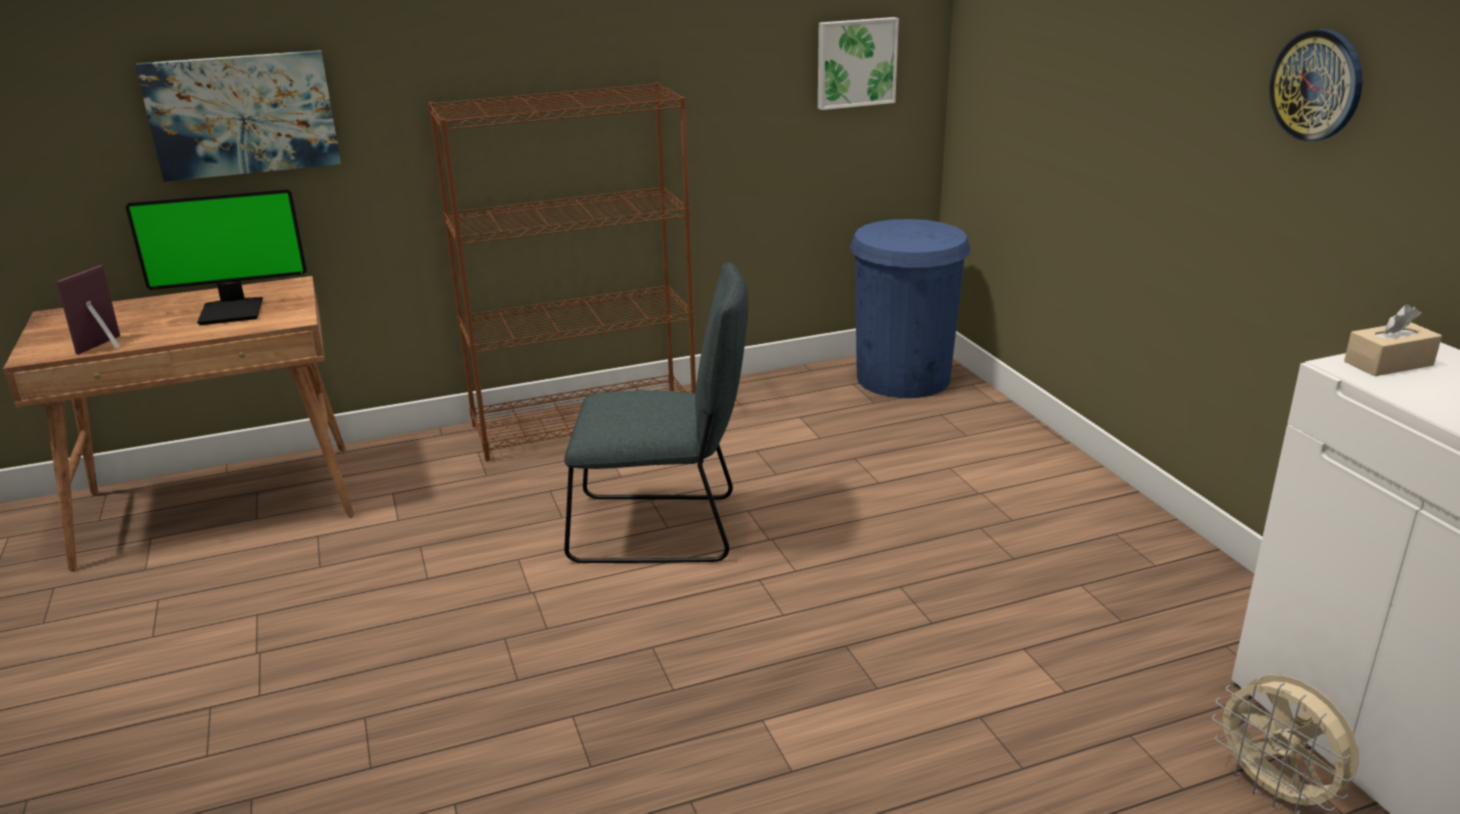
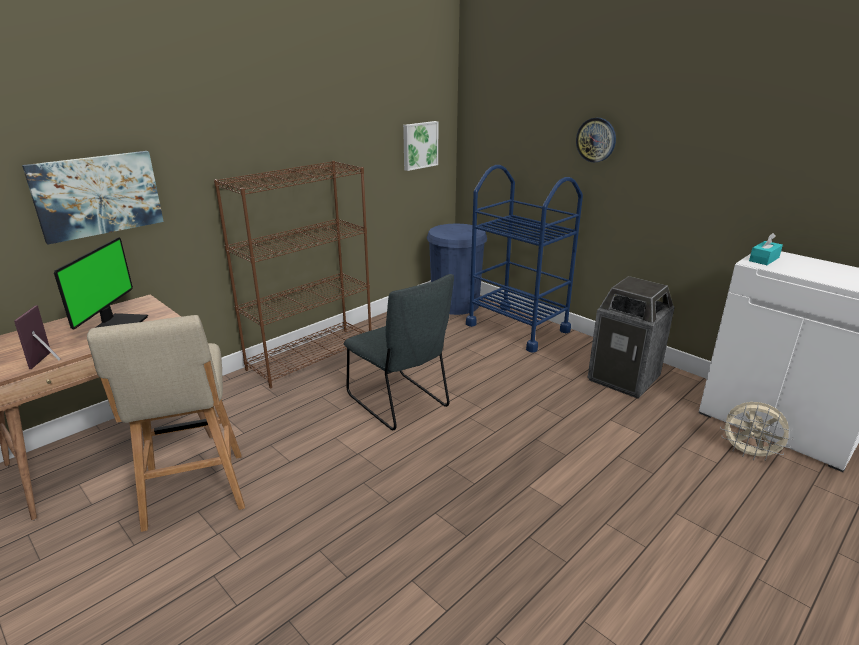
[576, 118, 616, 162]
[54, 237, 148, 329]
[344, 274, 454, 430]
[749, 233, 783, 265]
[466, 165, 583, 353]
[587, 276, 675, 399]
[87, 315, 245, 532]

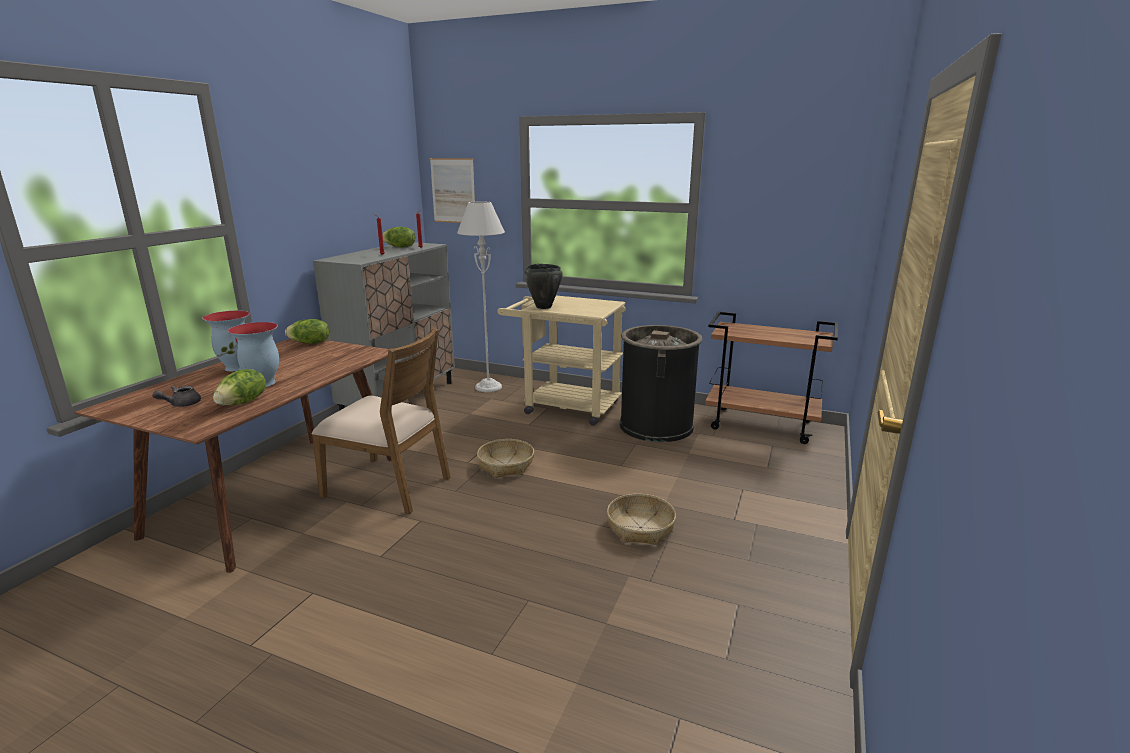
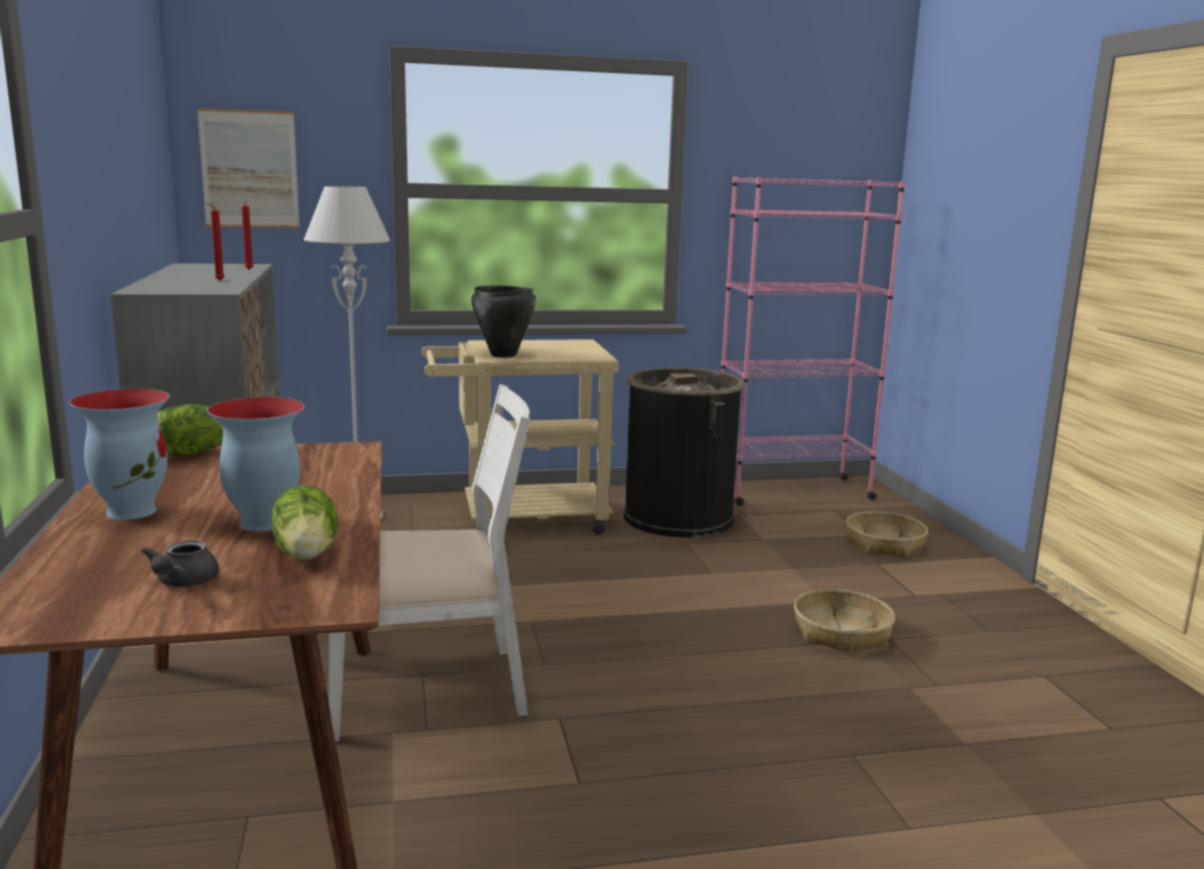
[382, 227, 415, 247] (first image)
[721, 176, 905, 506]
[329, 384, 530, 742]
[846, 511, 928, 558]

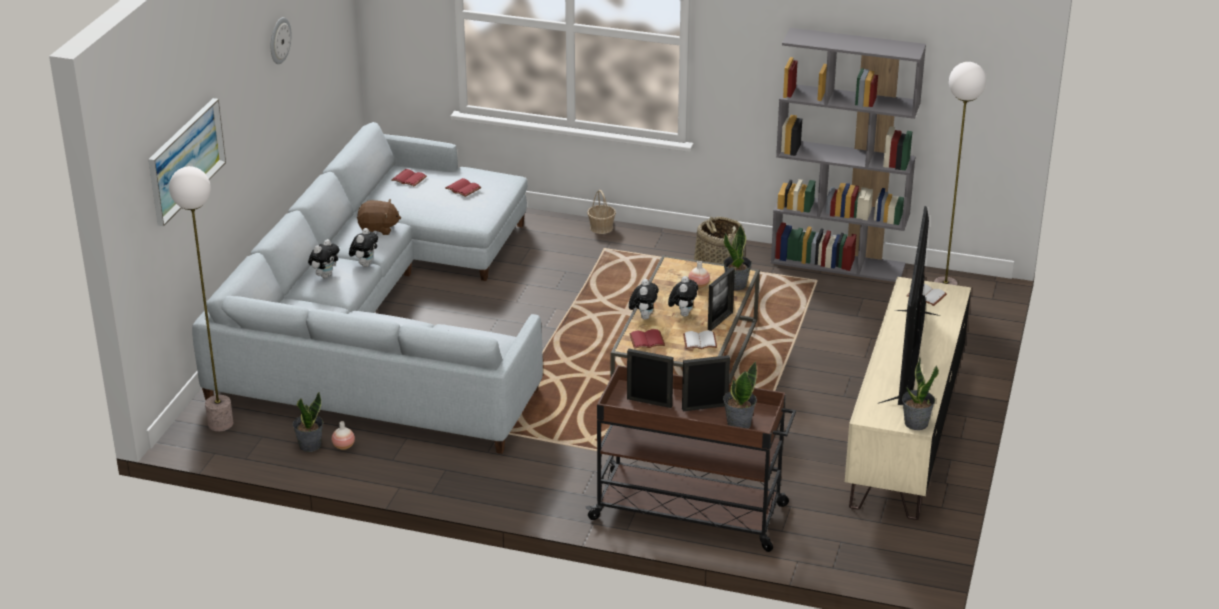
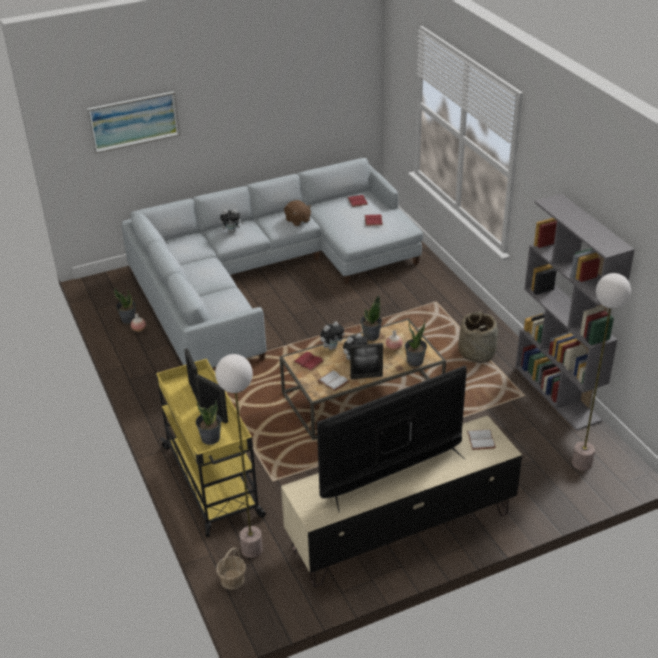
[271, 17, 292, 64] (first image)
[215, 354, 263, 558]
[216, 548, 246, 590]
[349, 228, 378, 267] (first image)
[360, 295, 382, 341]
[156, 359, 266, 537]

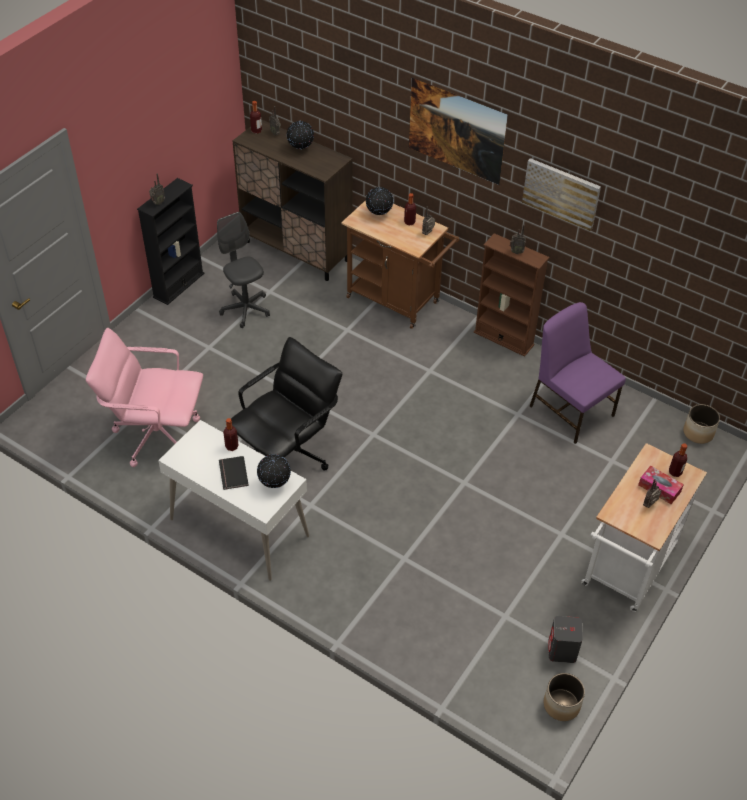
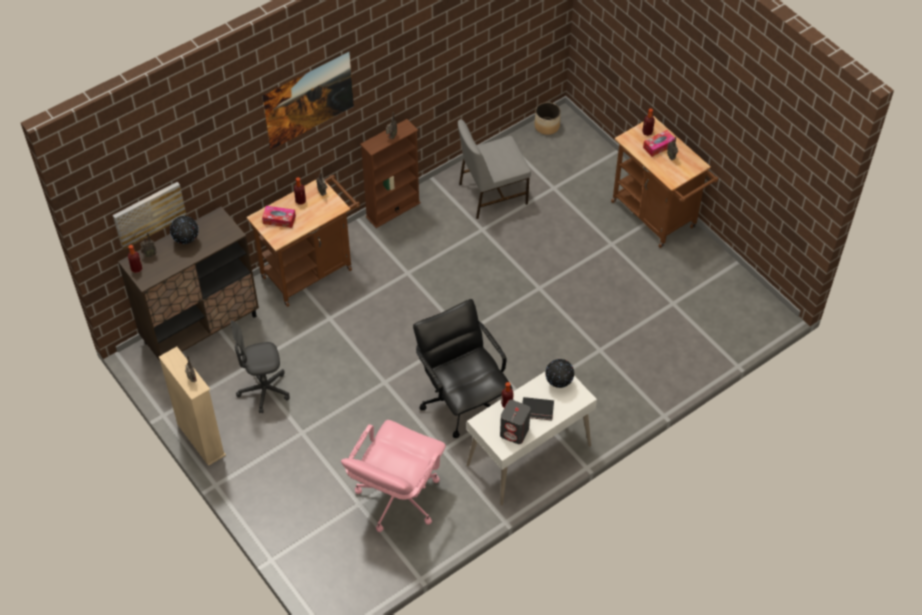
[113, 182, 187, 249]
[159, 347, 226, 466]
[262, 206, 296, 228]
[458, 119, 531, 219]
[611, 116, 718, 248]
[500, 400, 531, 444]
[544, 673, 585, 721] (first image)

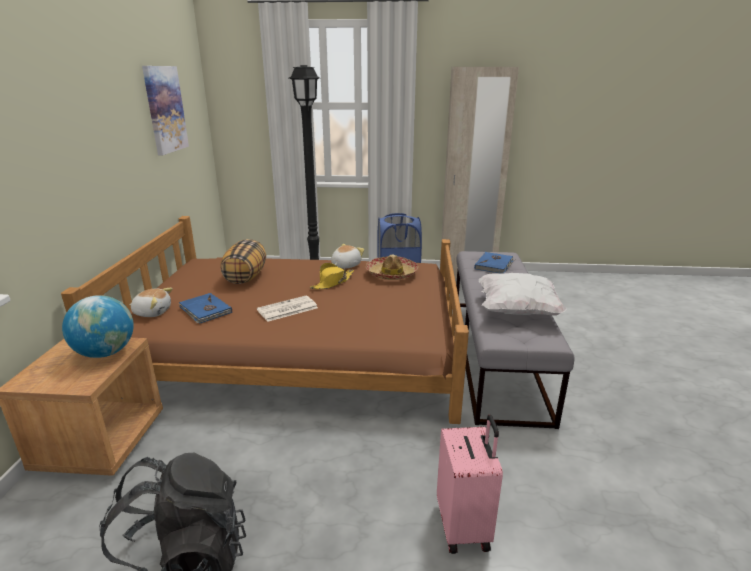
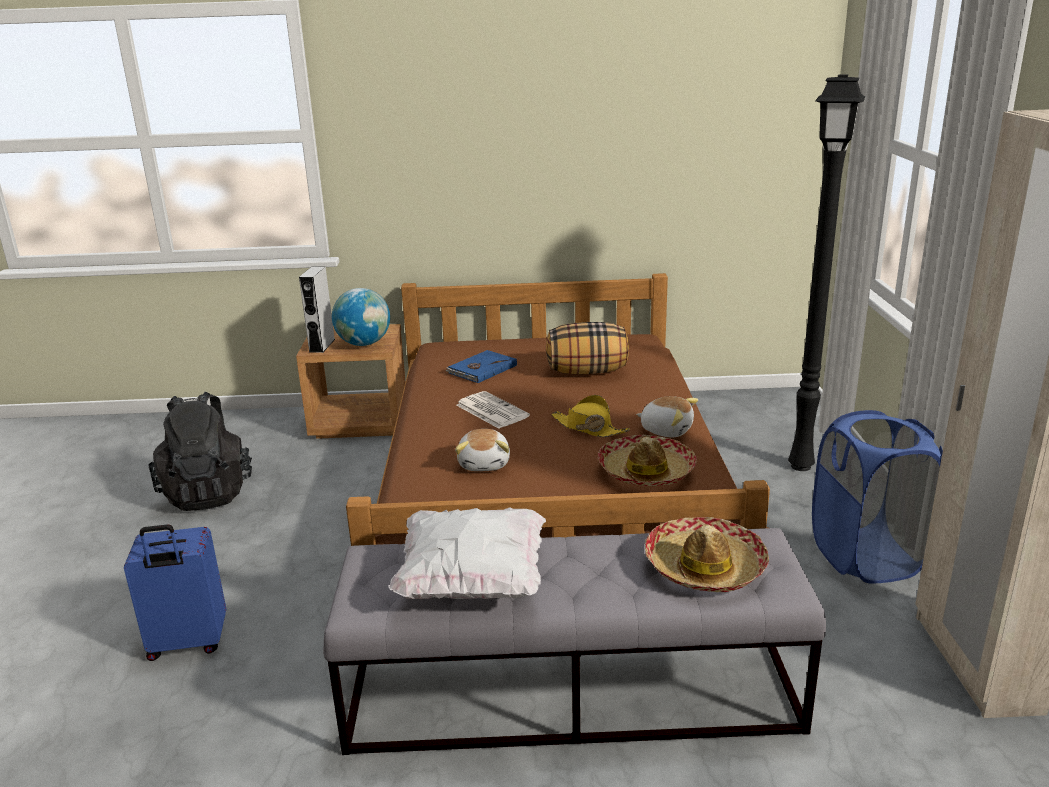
[142, 66, 189, 155] (first image)
[645, 517, 769, 592]
[455, 429, 510, 471]
[124, 524, 226, 661]
[299, 267, 335, 353]

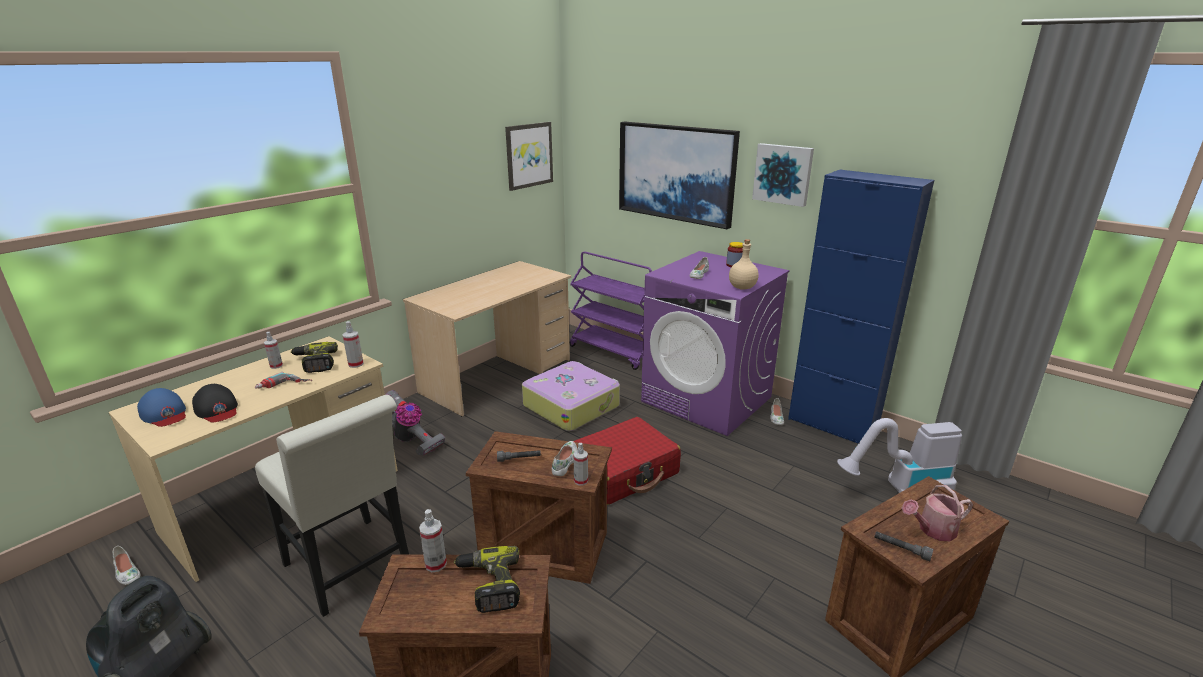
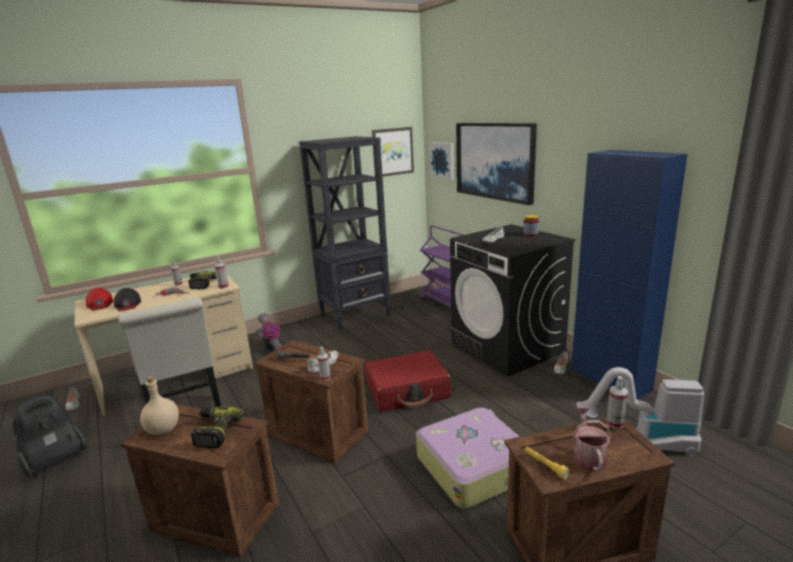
[429, 142, 454, 180]
[140, 376, 179, 435]
[450, 224, 576, 377]
[299, 136, 391, 331]
[416, 408, 520, 509]
[86, 288, 113, 311]
[573, 408, 611, 472]
[606, 376, 628, 429]
[524, 447, 570, 479]

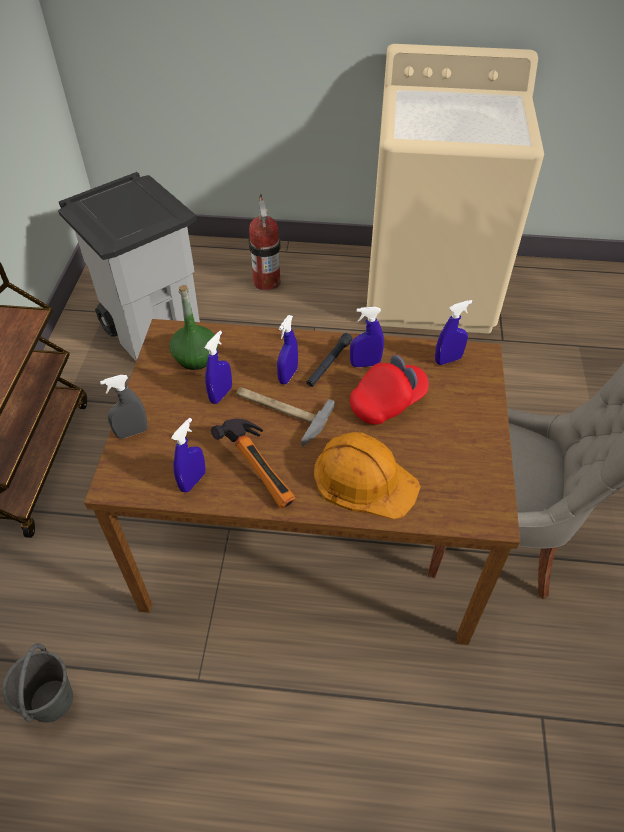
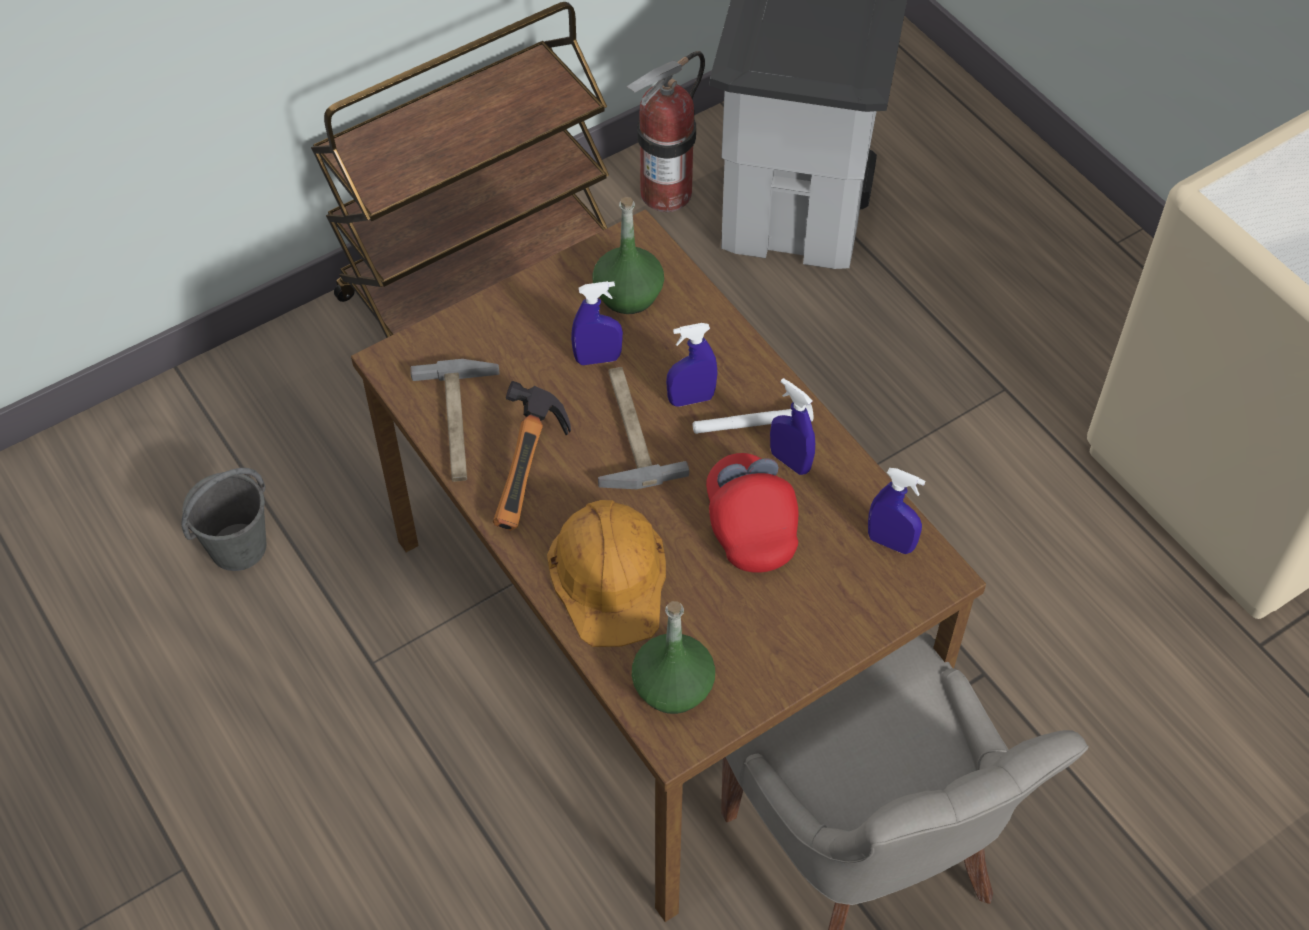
[627, 51, 705, 212]
[693, 404, 813, 434]
[706, 453, 798, 573]
[100, 375, 147, 439] (first image)
[410, 359, 500, 482]
[632, 601, 715, 714]

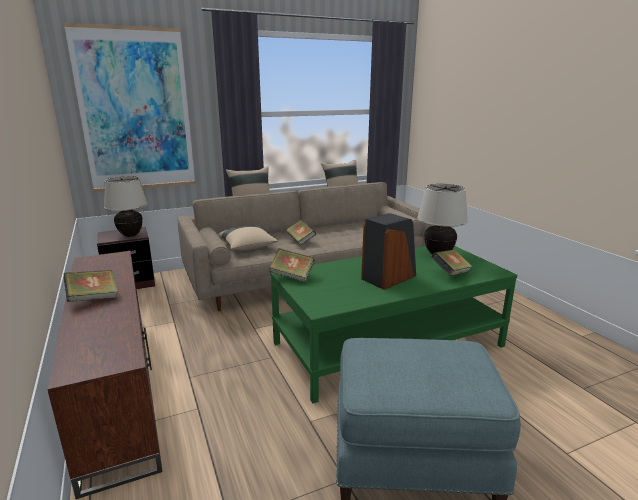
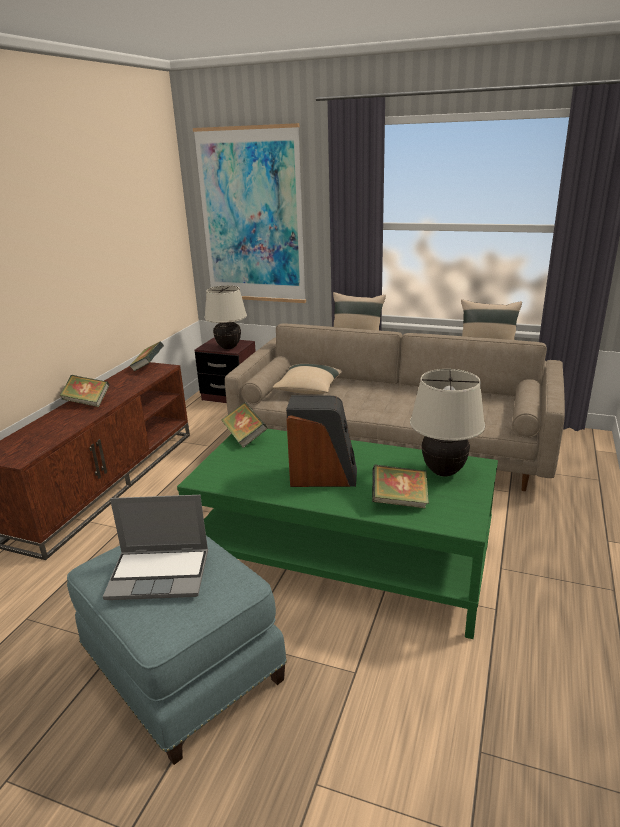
[129, 342, 164, 372]
[103, 495, 208, 600]

